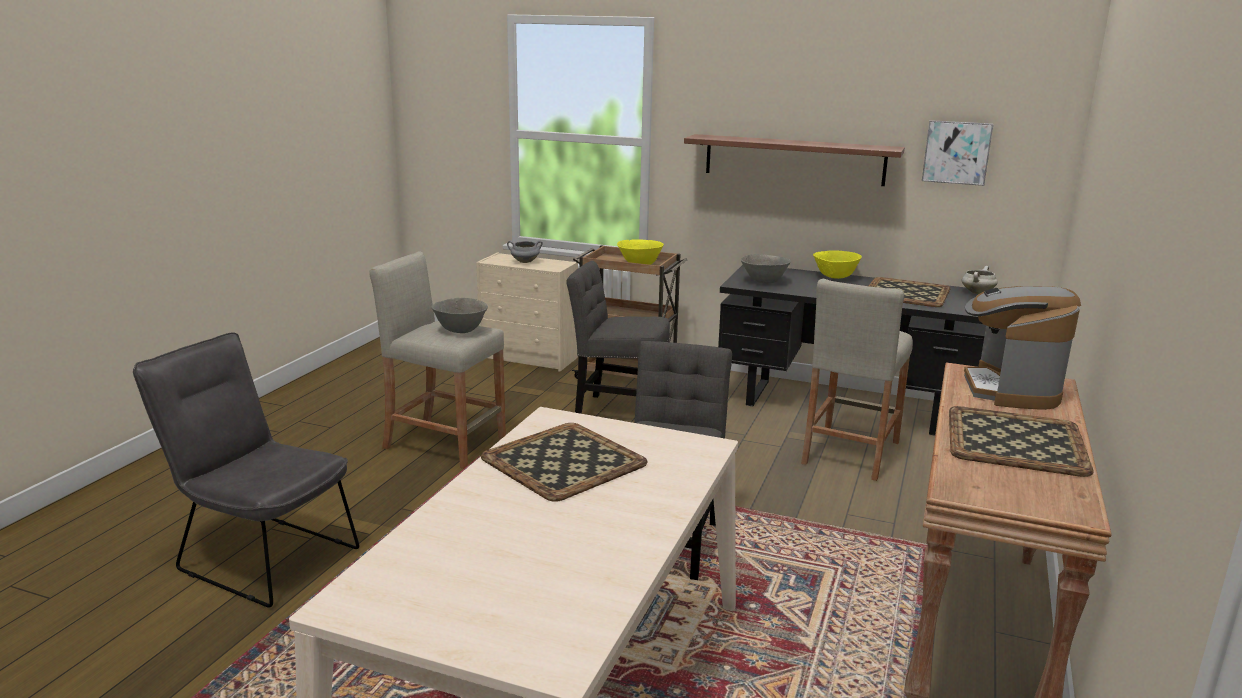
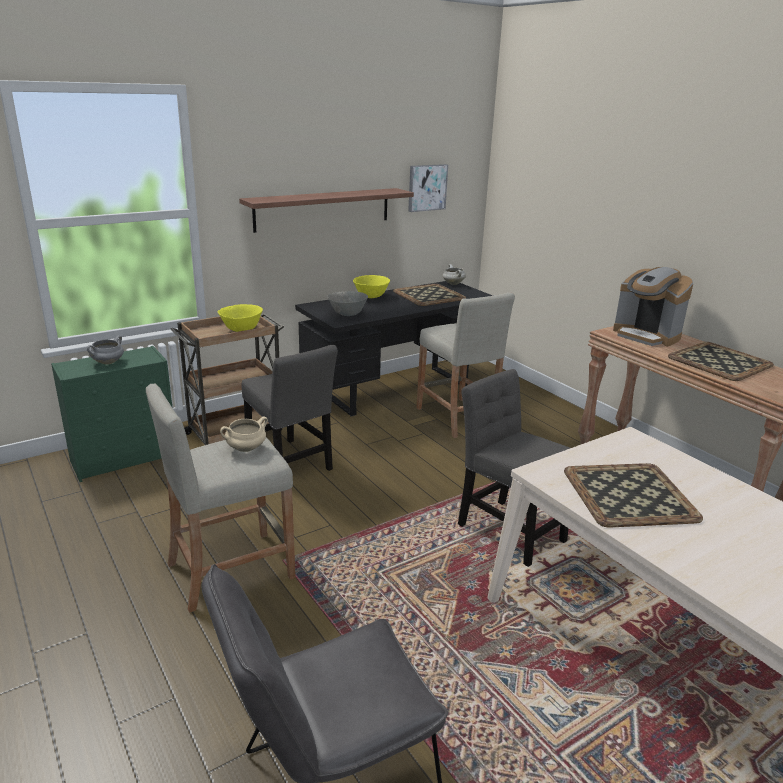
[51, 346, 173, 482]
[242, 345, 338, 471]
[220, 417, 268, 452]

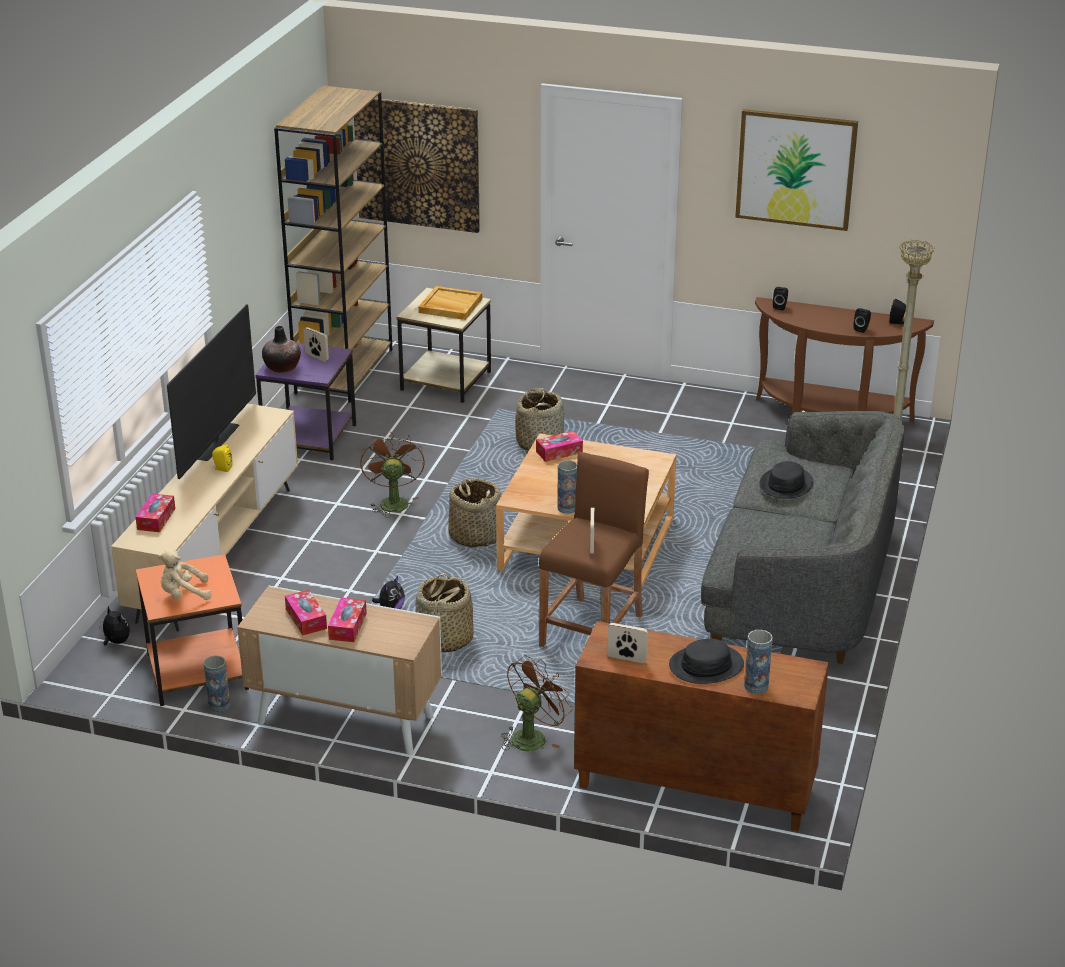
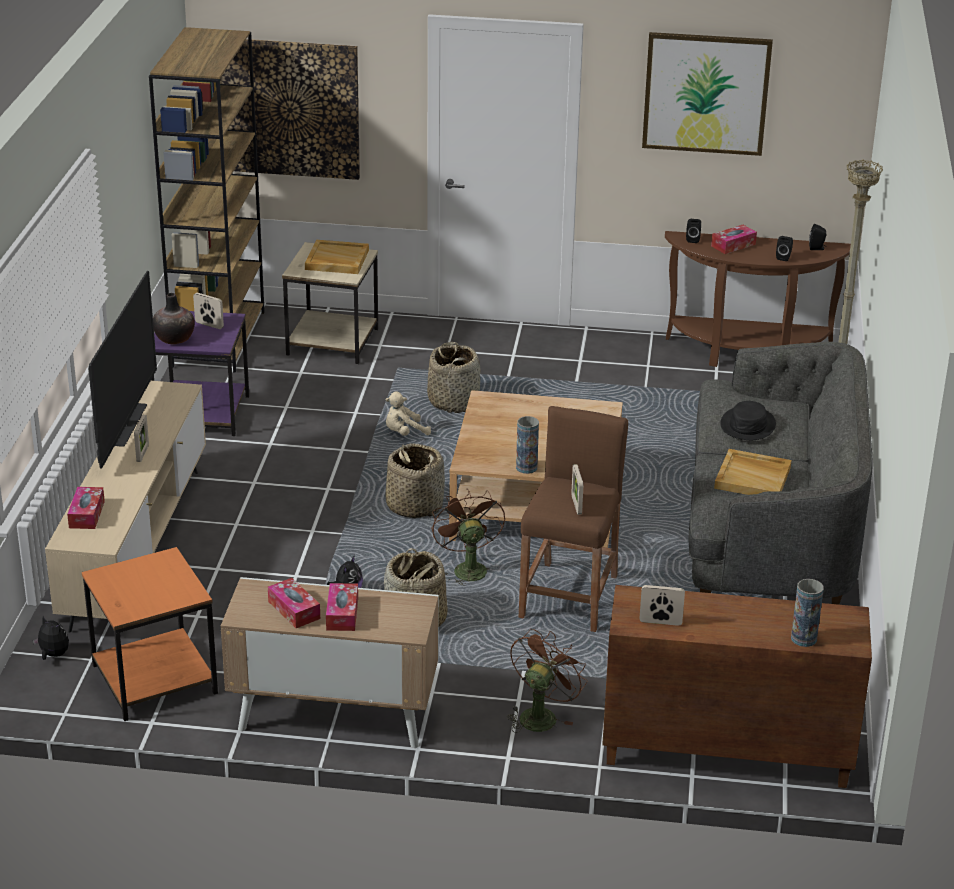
[711, 225, 757, 254]
[431, 489, 505, 586]
[134, 415, 149, 462]
[386, 392, 431, 436]
[669, 639, 744, 684] (first image)
[204, 656, 230, 712] (first image)
[714, 449, 792, 495]

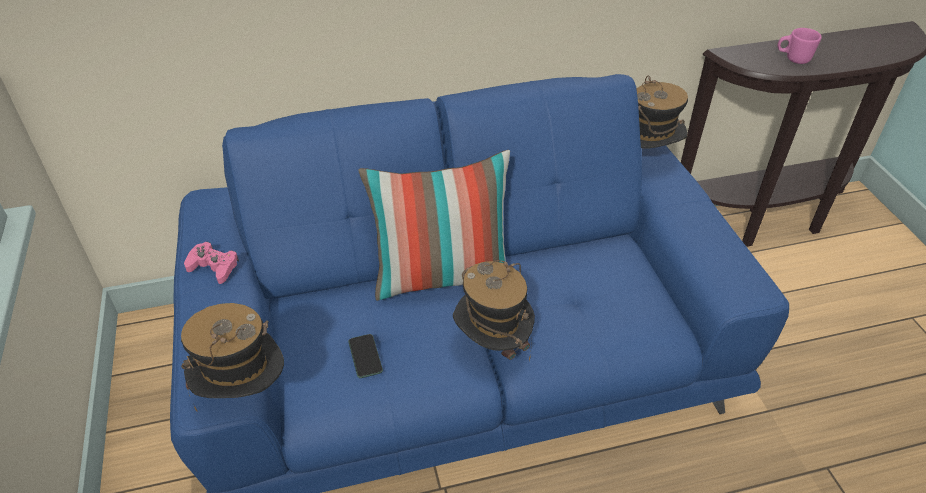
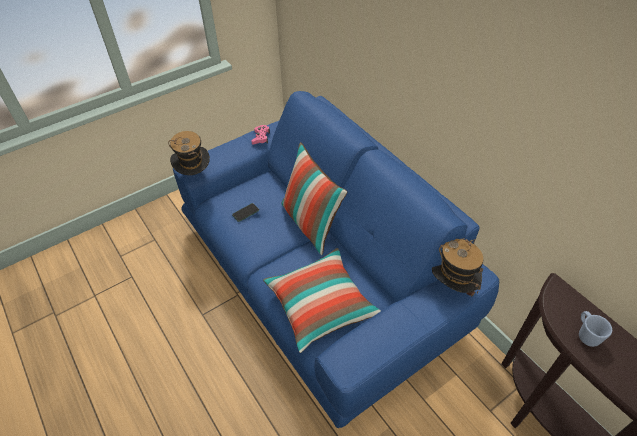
[579, 311, 612, 347]
[453, 260, 535, 361] (first image)
[263, 248, 381, 353]

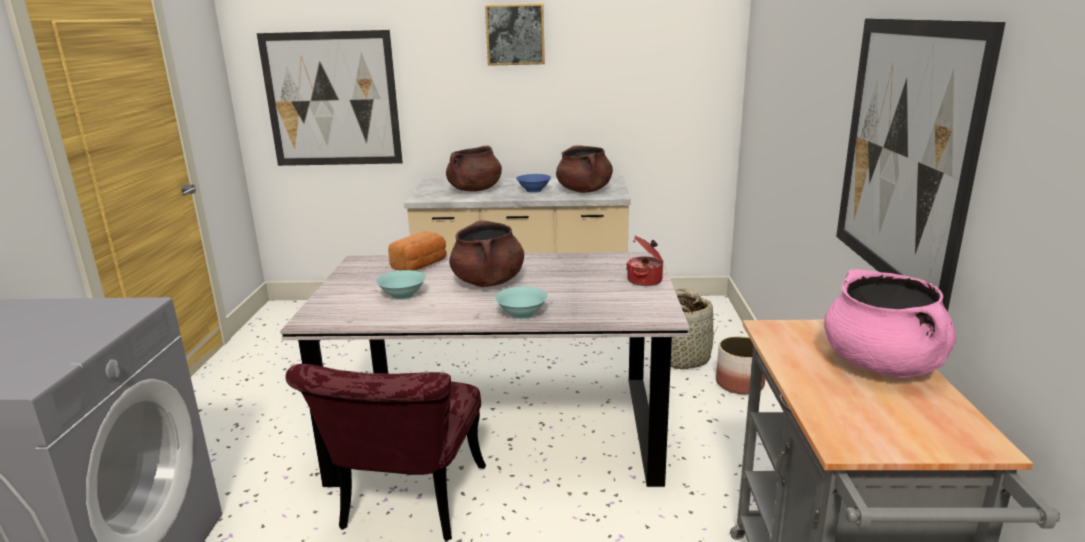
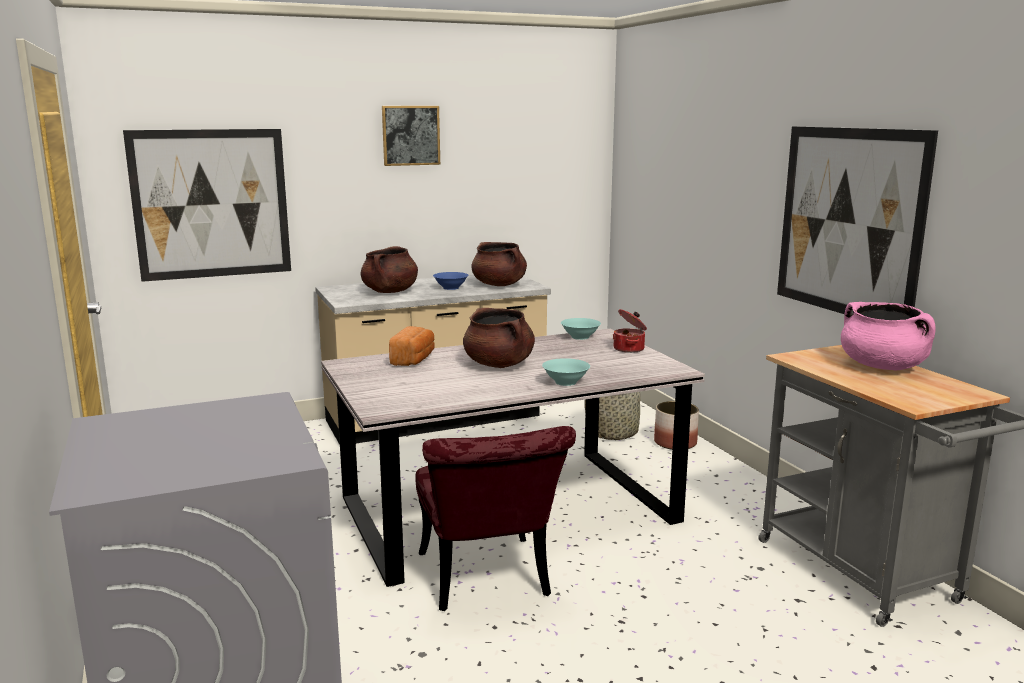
[561, 318, 601, 340]

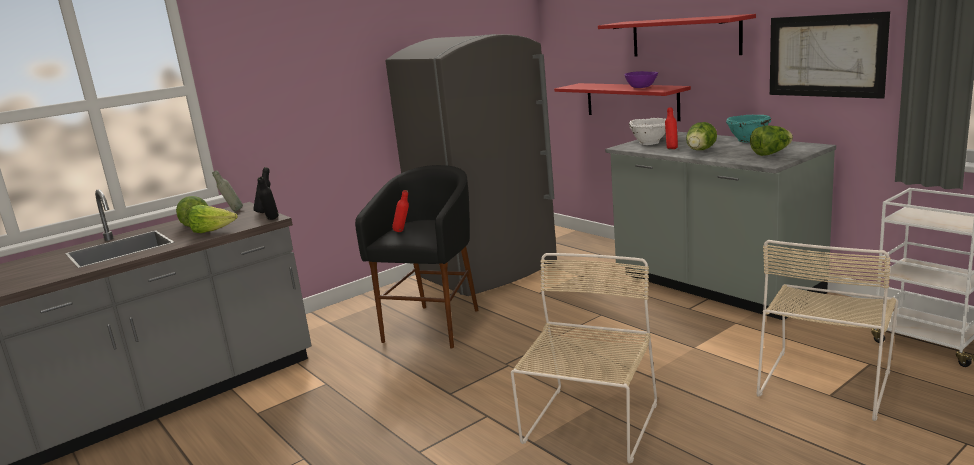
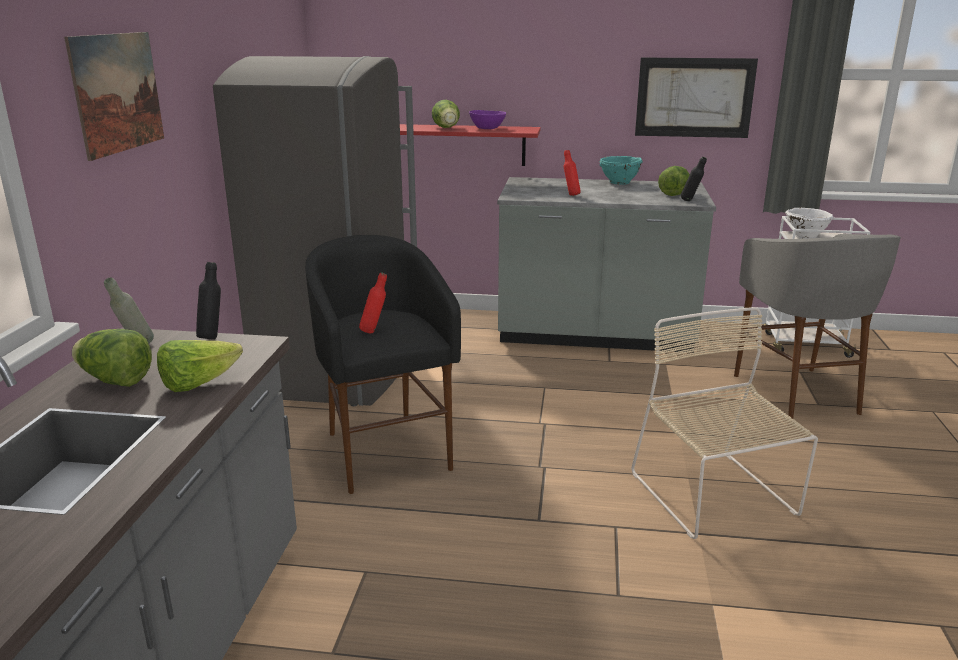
[598, 14, 756, 57] (first image)
[785, 208, 834, 239]
[432, 100, 460, 128]
[681, 157, 707, 201]
[734, 234, 901, 419]
[64, 32, 164, 161]

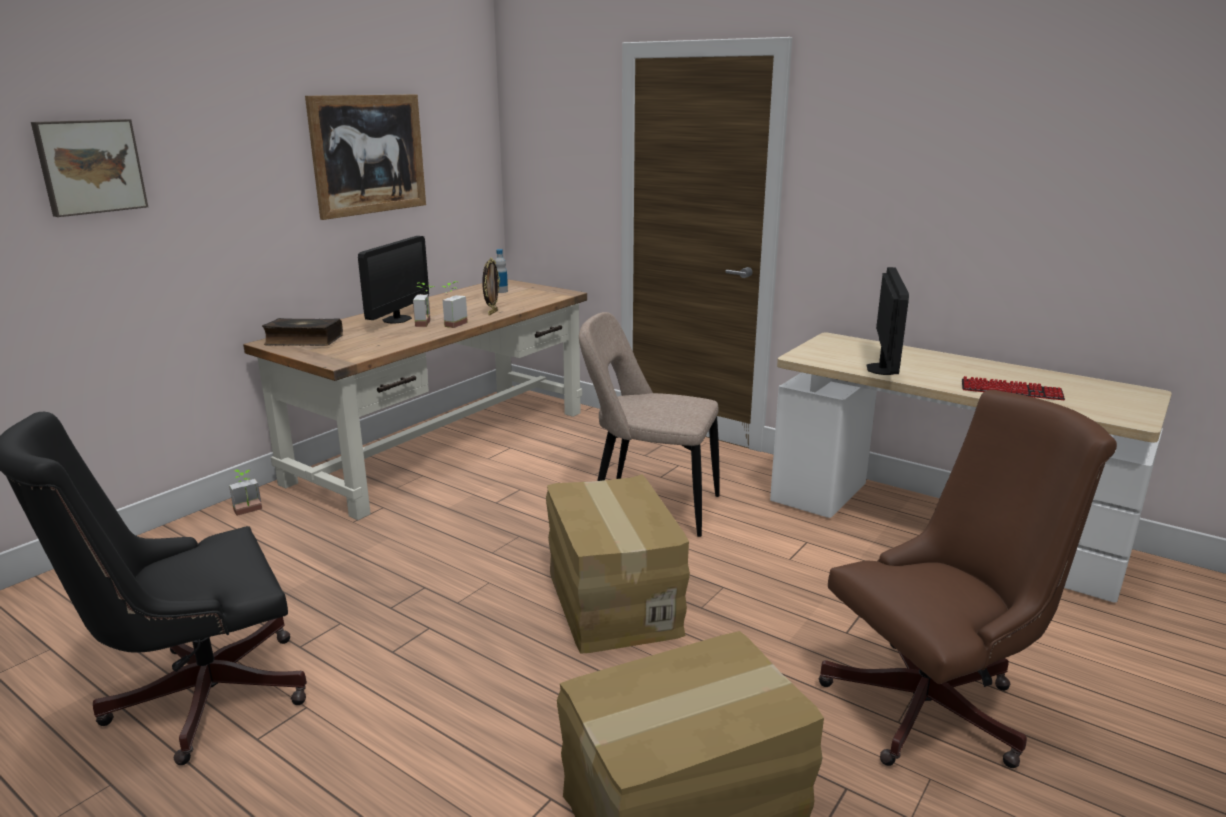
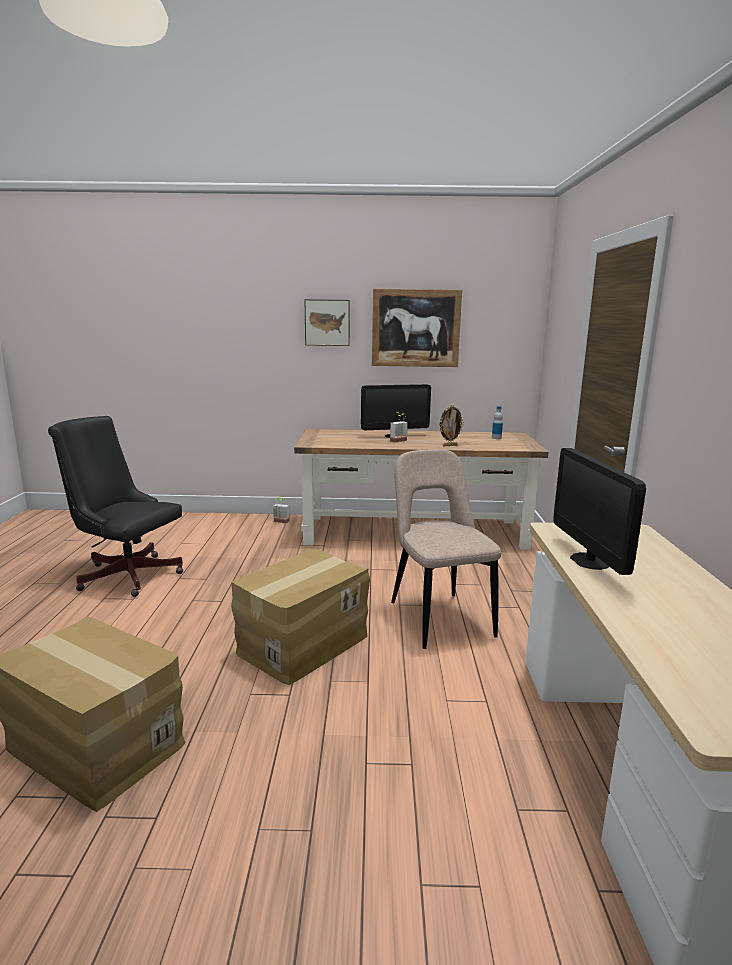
[305, 299, 350, 346]
[553, 448, 646, 575]
[442, 281, 468, 328] (first image)
[262, 318, 343, 346] (first image)
[962, 376, 1065, 400] (first image)
[818, 390, 1117, 768] (first image)

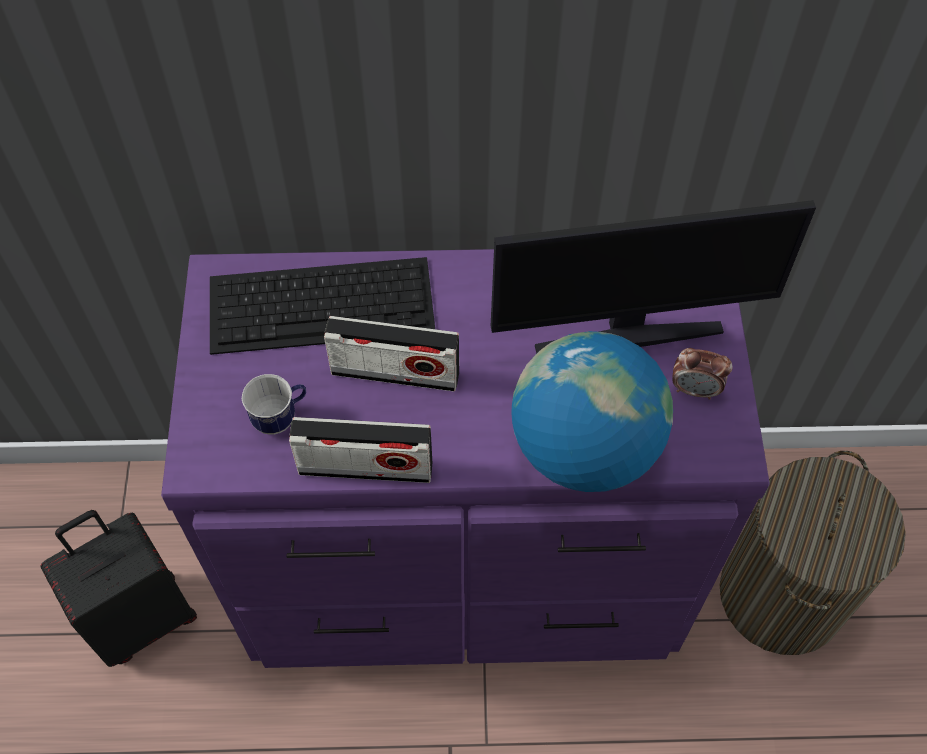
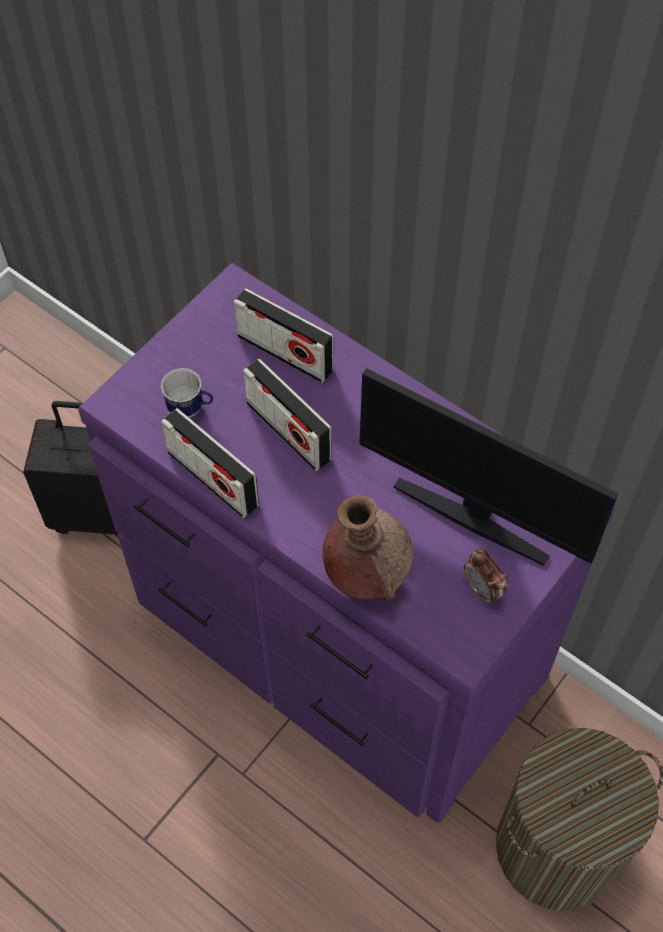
[234, 288, 333, 383]
[322, 495, 413, 600]

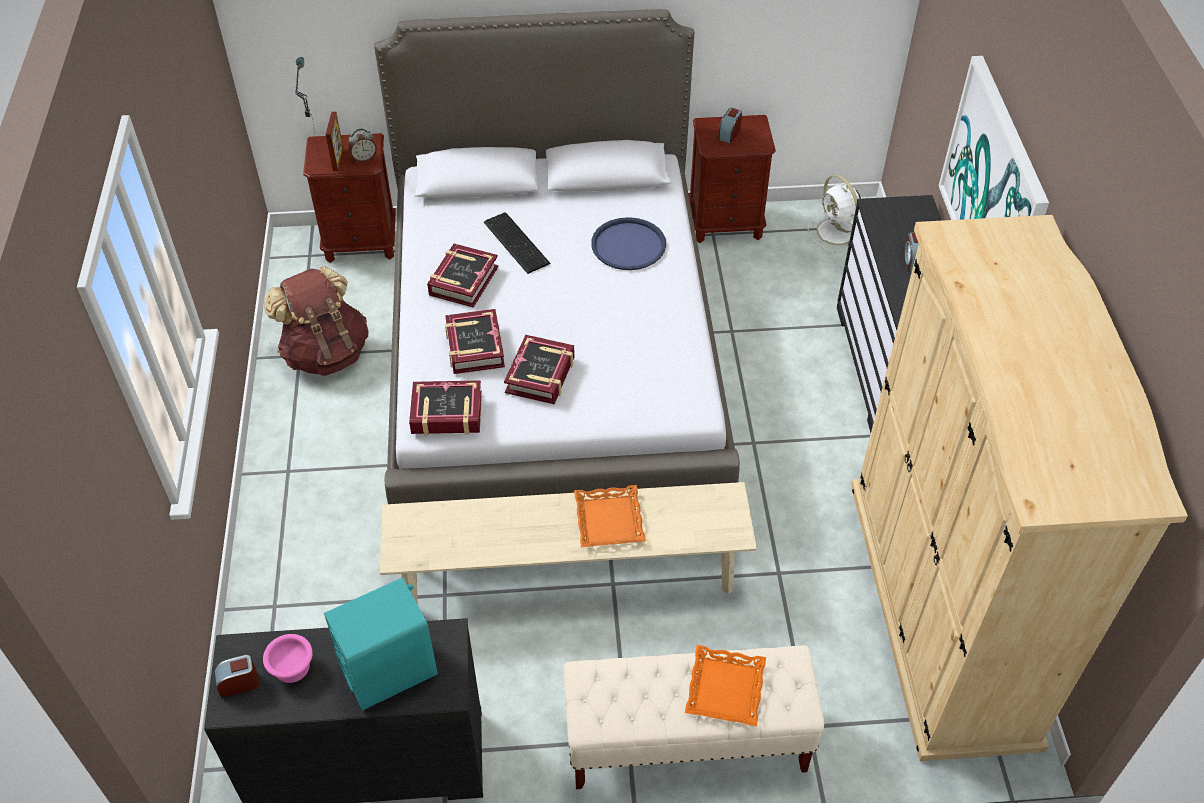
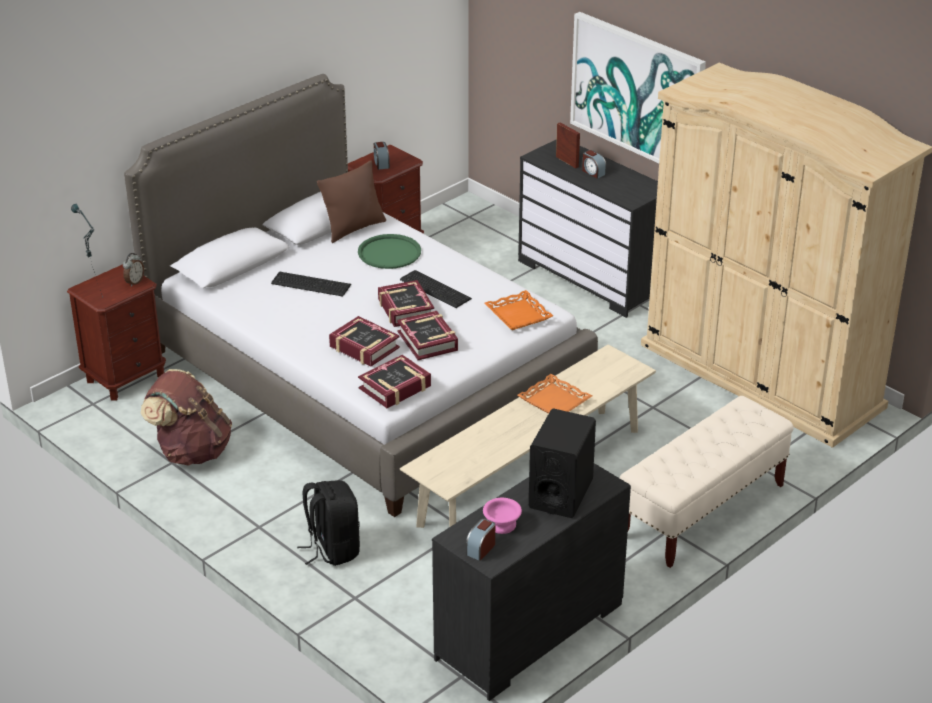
[556, 122, 580, 168]
[808, 175, 861, 252] (first image)
[358, 234, 421, 269]
[378, 280, 434, 327]
[529, 409, 596, 518]
[485, 290, 553, 330]
[317, 160, 386, 243]
[400, 270, 472, 308]
[297, 480, 360, 566]

